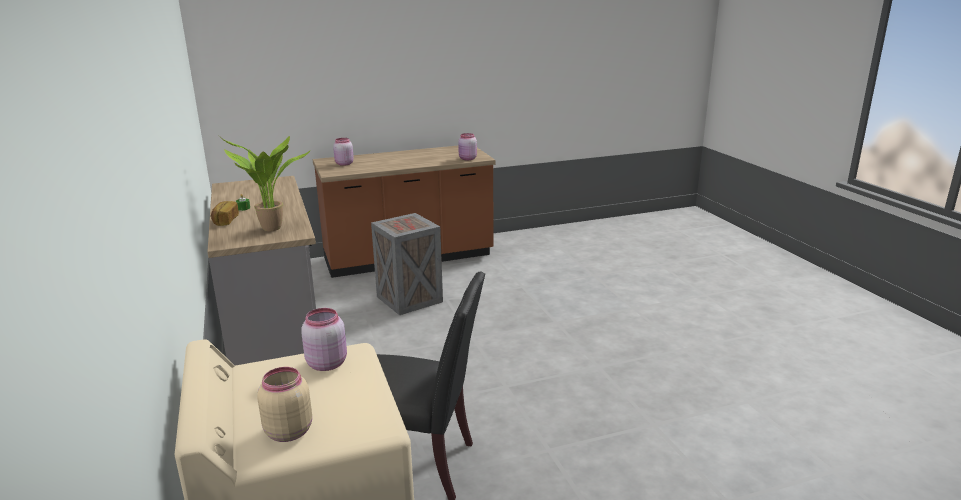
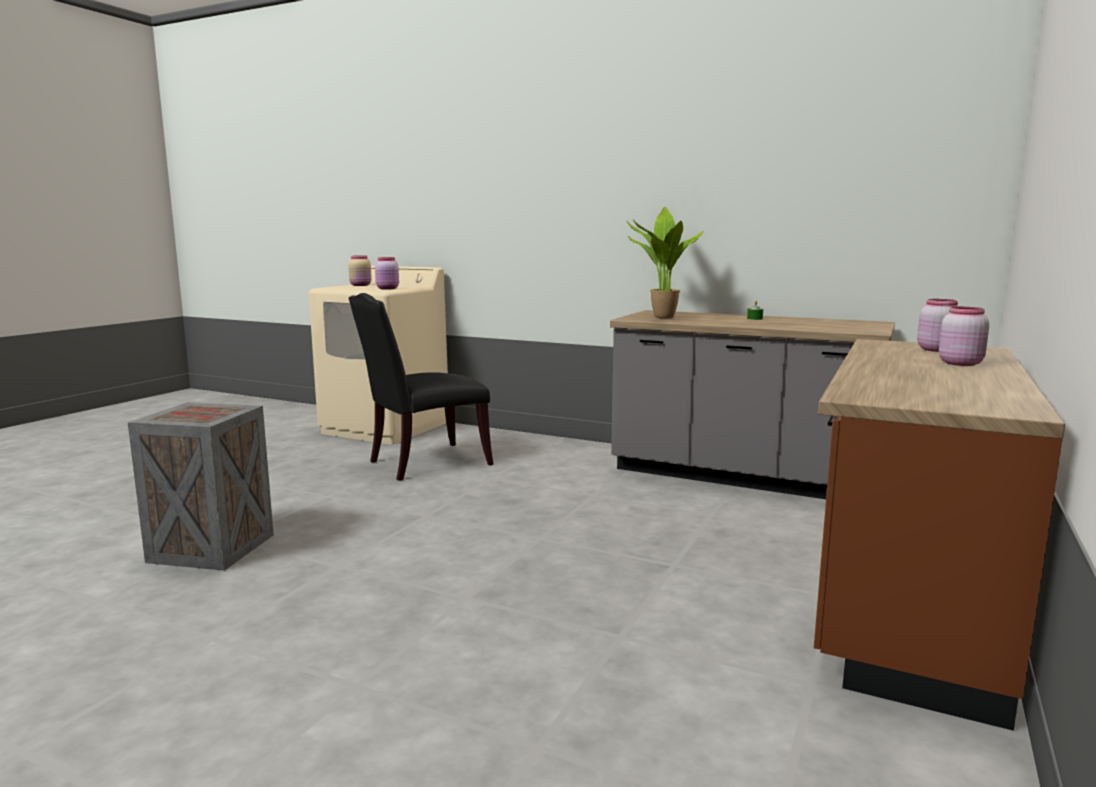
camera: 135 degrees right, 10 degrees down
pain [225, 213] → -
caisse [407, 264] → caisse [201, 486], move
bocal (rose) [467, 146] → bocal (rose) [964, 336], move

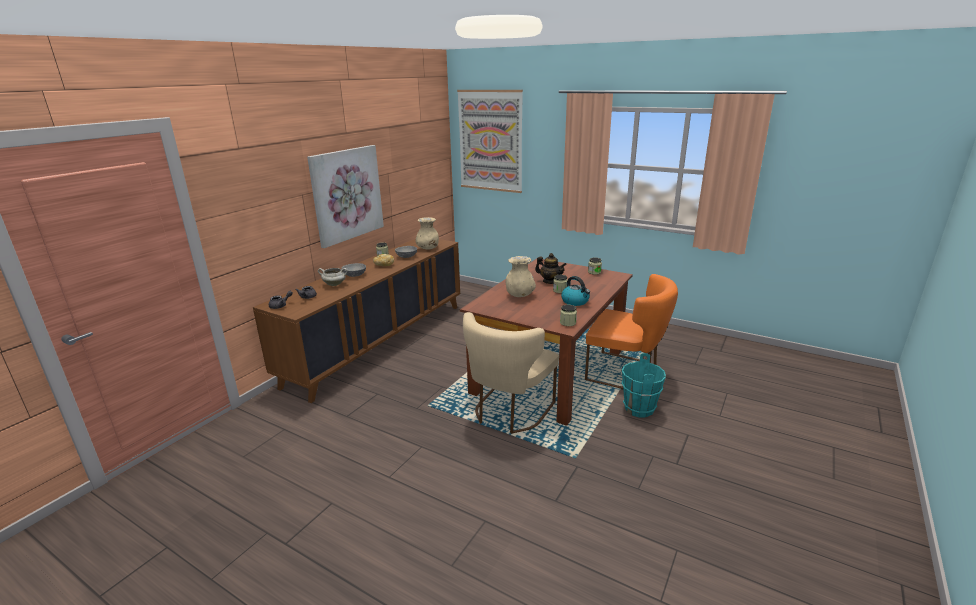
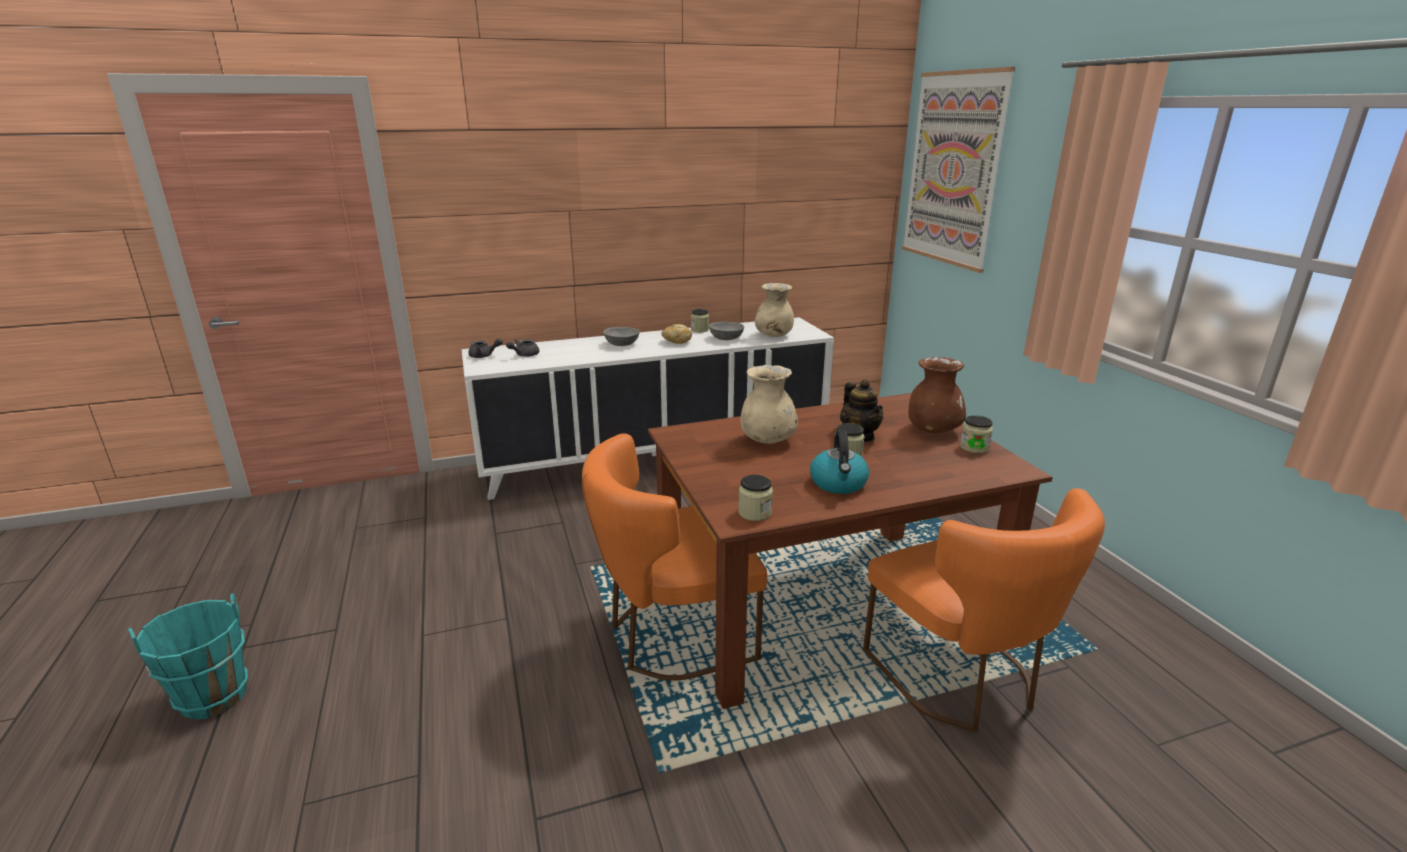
camera: 40 degrees right, 0 degrees up
tableau [345, 196] → -
marmite (blanc) [333, 277] → -
- → vase (marron) [937, 395]
seau (turquoise) [643, 385] → seau (turquoise) [188, 656], move
meuble de rangement (marron) [356, 321] → meuble de rangement (blanc) [647, 408]
chaise (beige) [511, 373] → chaise (orange) [674, 557]

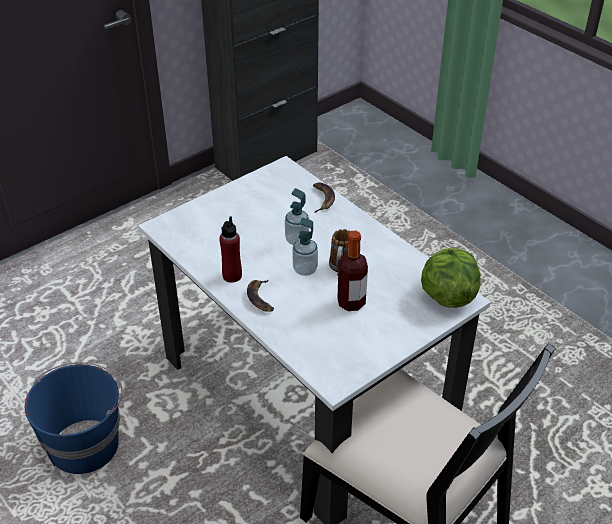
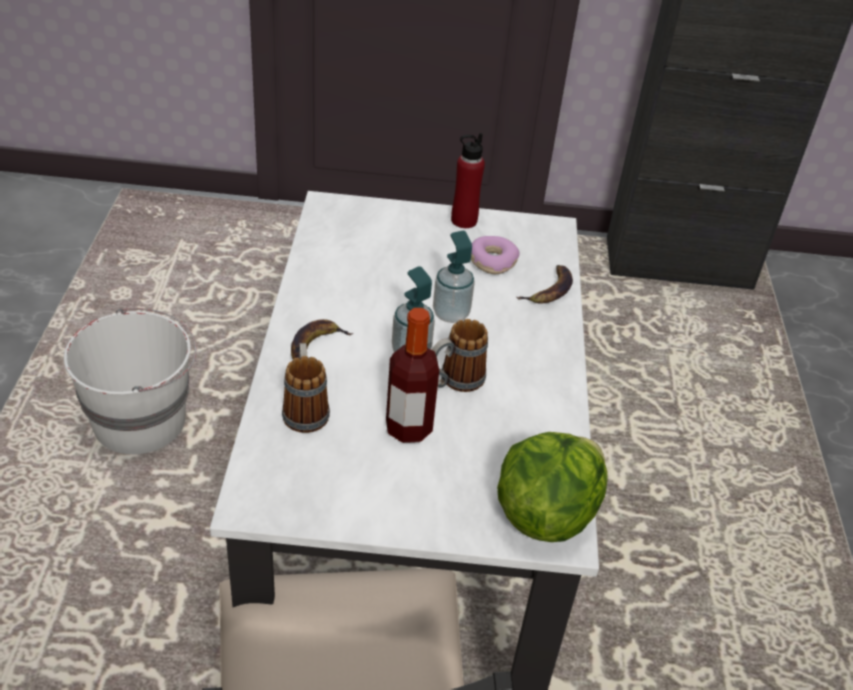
camera: 40 degrees right, 0 degrees up
- → mug [306, 388]
- → beignet [495, 255]
bouteille (rouge) [230, 249] → bouteille (rouge) [468, 180], move
seau (bleu) [74, 418] → seau (blanc) [130, 381]

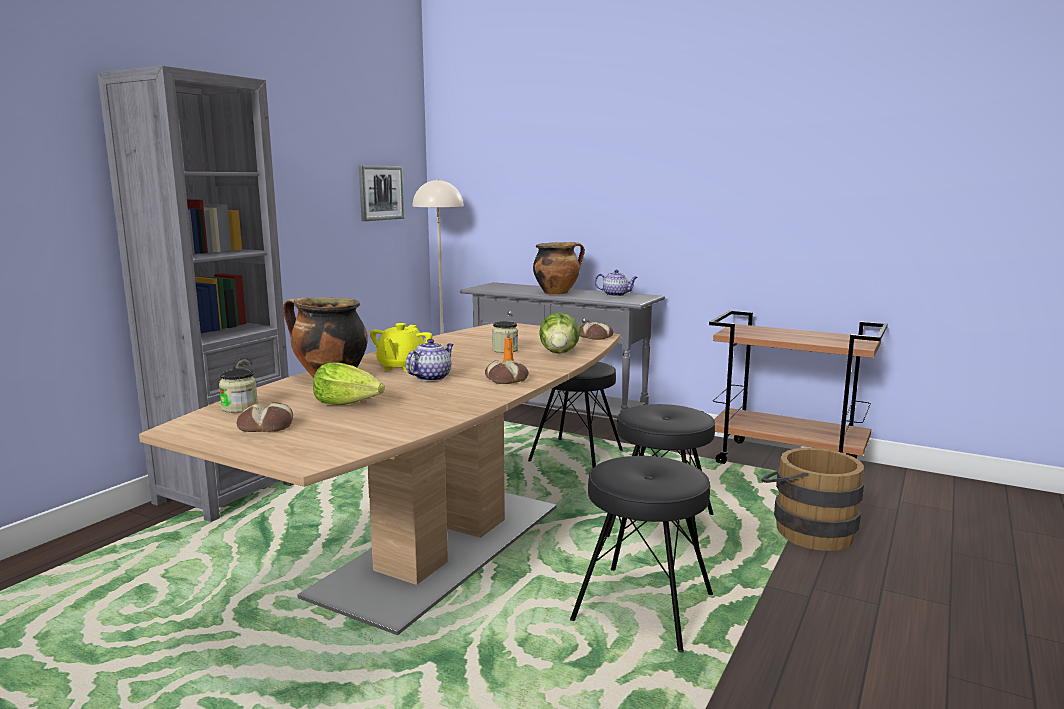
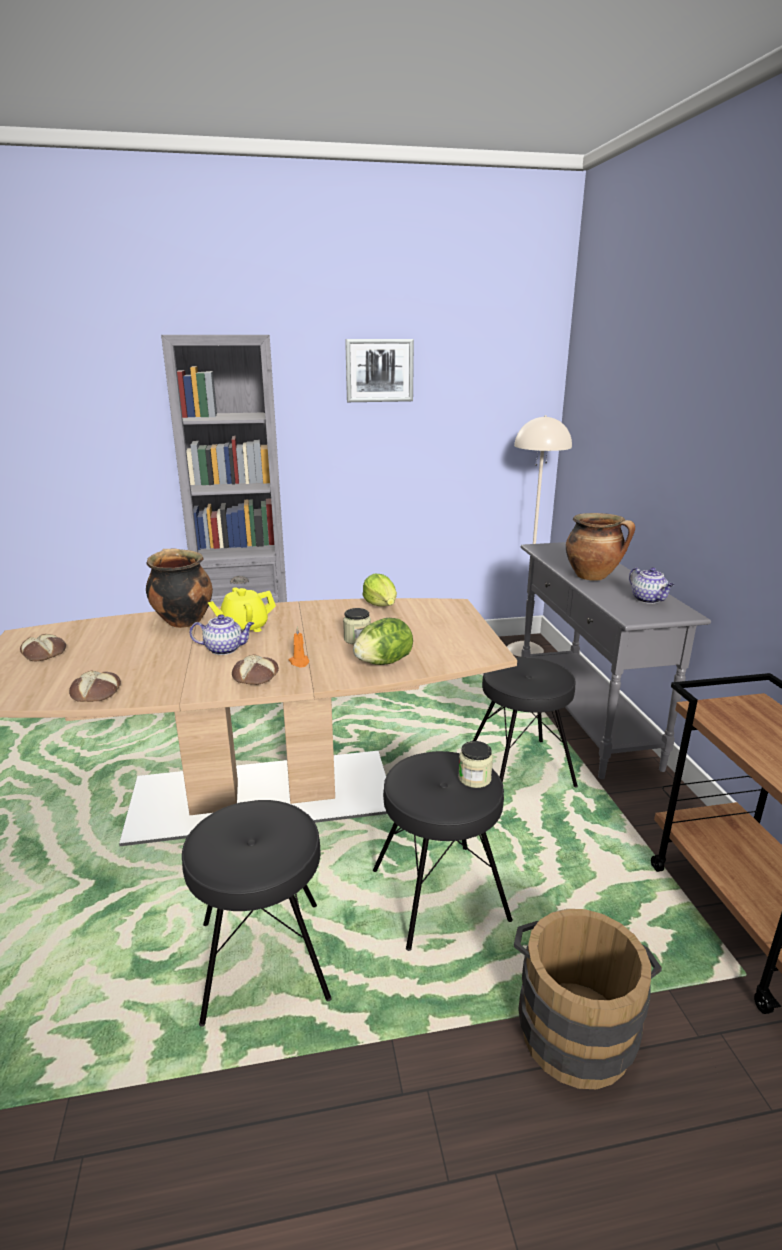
camera: 50 degrees right, 10 degrees up
bocal [238, 391] → bocal [475, 764], move
laitue [349, 383] → laitue [379, 590], move
tableau [382, 193] → tableau [379, 370], move
pain [596, 331] → pain [95, 686], move

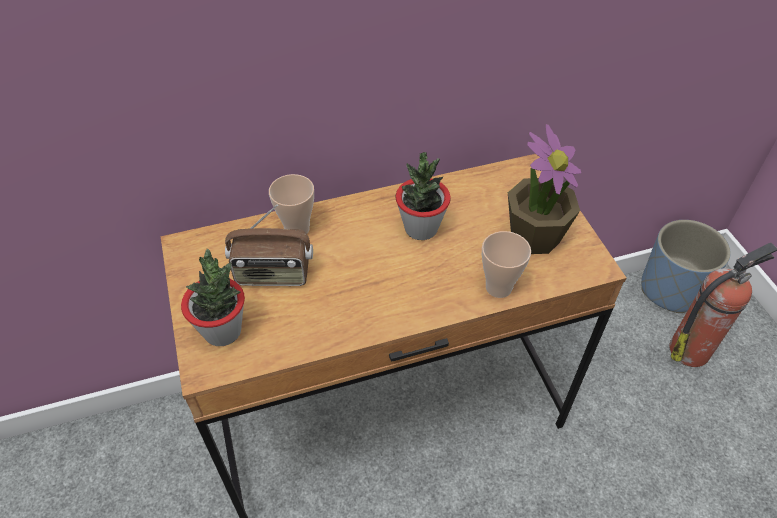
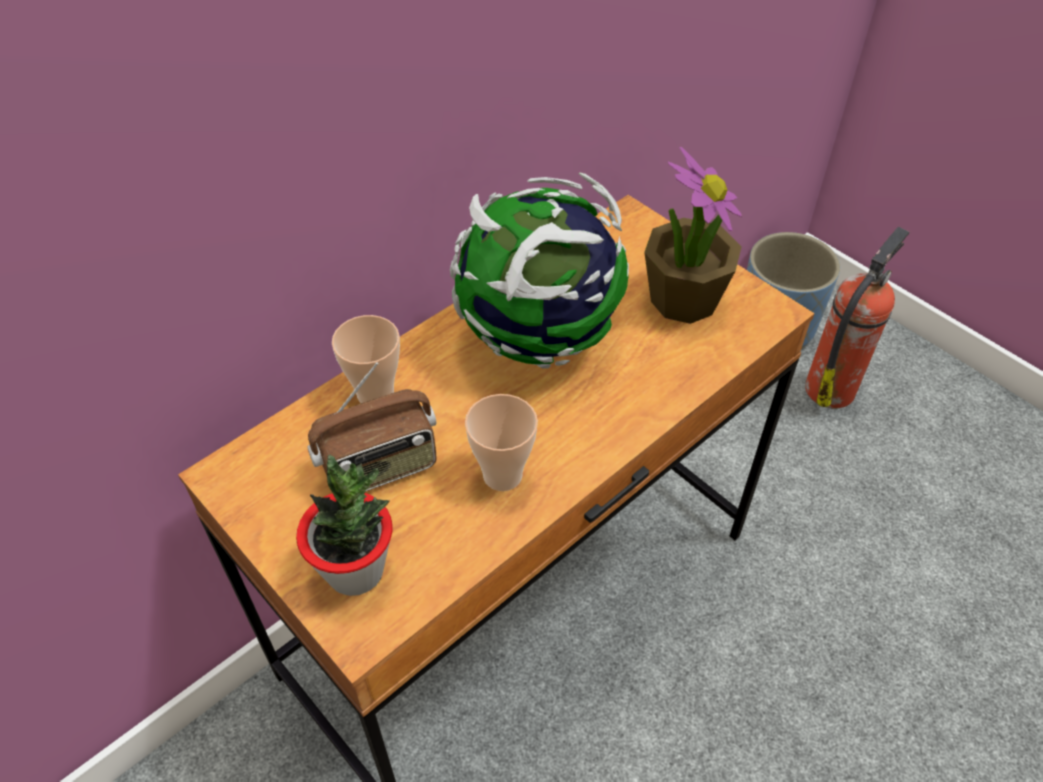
camera: 25 degrees left, 0 degrees up
tasse [506, 264] → tasse [501, 442], move
plante en pot [423, 196] → globe [539, 270]

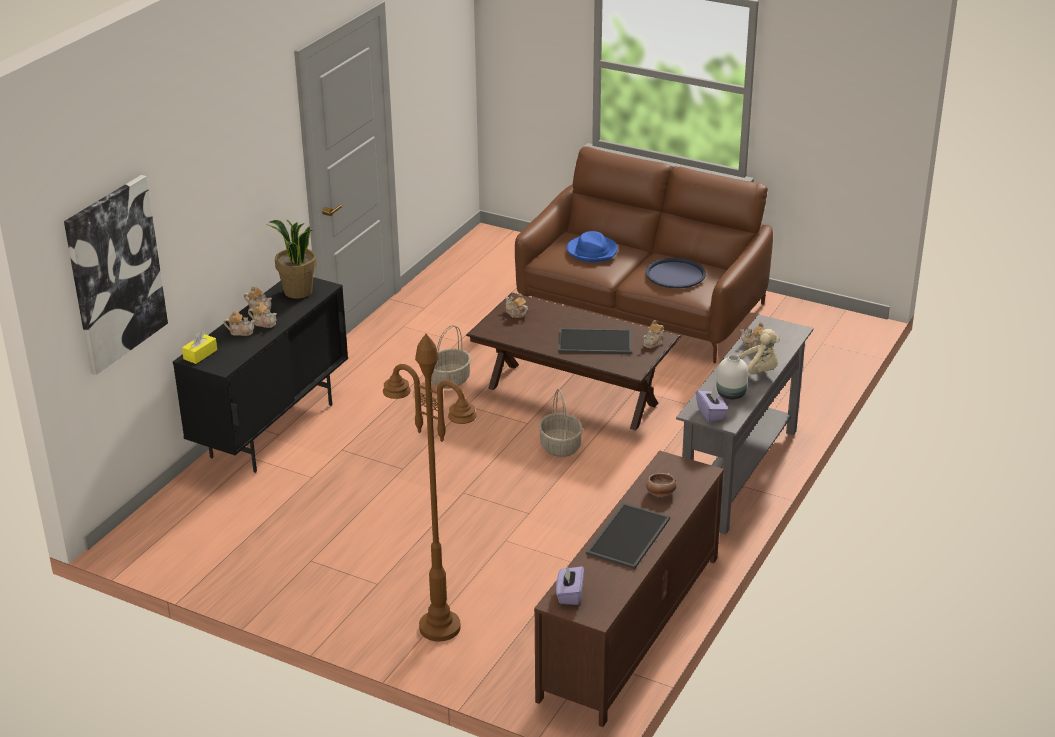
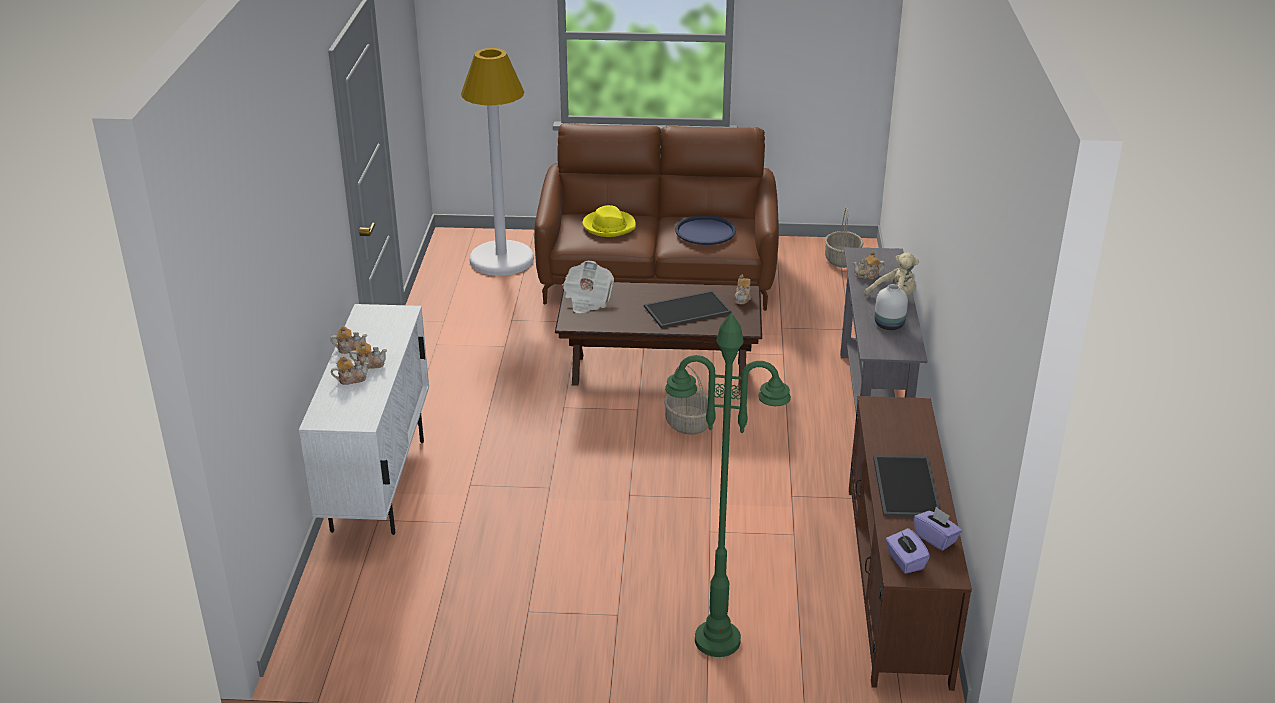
camera: 25 degrees left, 0 degrees up
tableau [116, 275] → -
boîte à mouchoirs (jaune) [199, 347] → -
plante en pot [291, 259] → -
bol [661, 485] → -
- → lampadaire (blanc) [497, 162]
panier [451, 357] → panier [844, 237], move
boîte à mouchoirs (violet) [712, 405] → boîte à mouchoirs (violet) [938, 529], move
théière [516, 305] → journal [588, 287]
meuble de rangement (noir) [260, 375] → meuble de rangement (blanc) [364, 419]
lampadaire (marron) [430, 488] → lampadaire (vert) [728, 485]
chapeau (bleu) [592, 246] → chapeau (jaune) [609, 221]

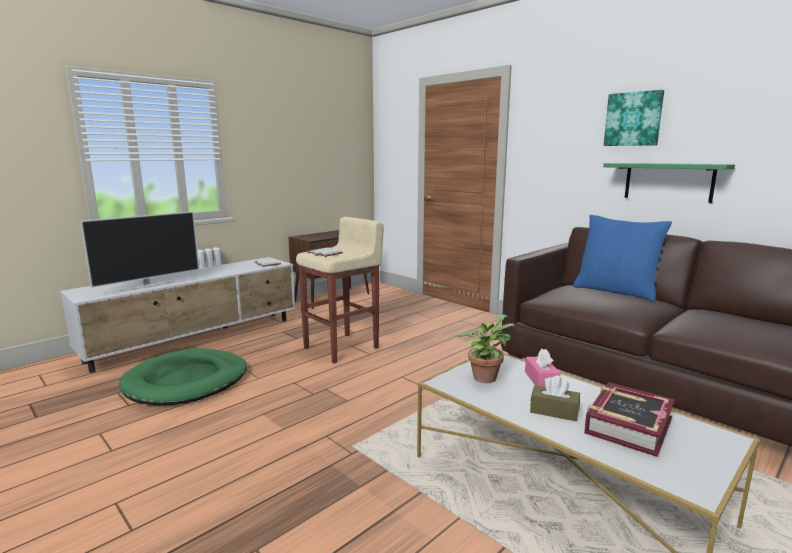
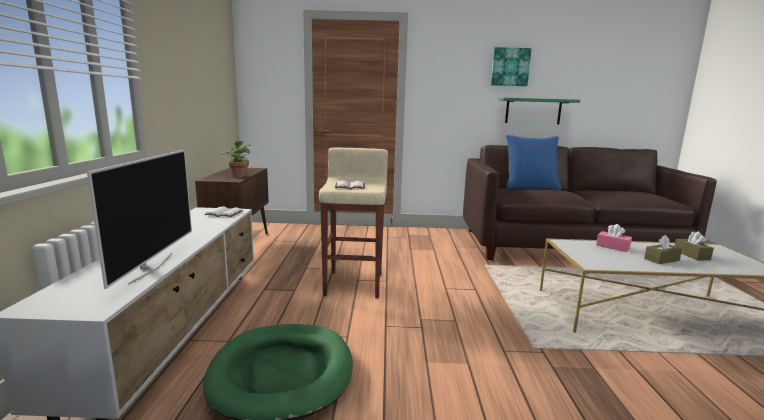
camera: 45 degrees left, 0 degrees up
plante en pot [486, 349] → plante en pot [235, 159], move
livre [629, 419] → boîte à mouchoirs (marron) [694, 246]

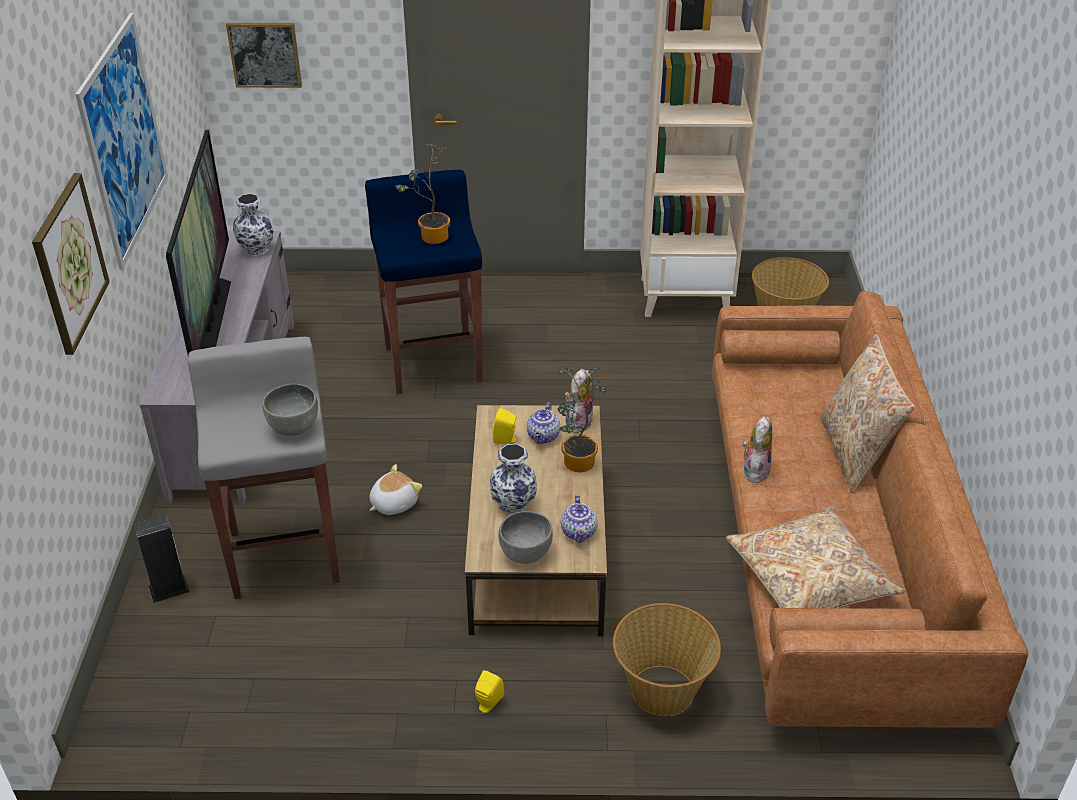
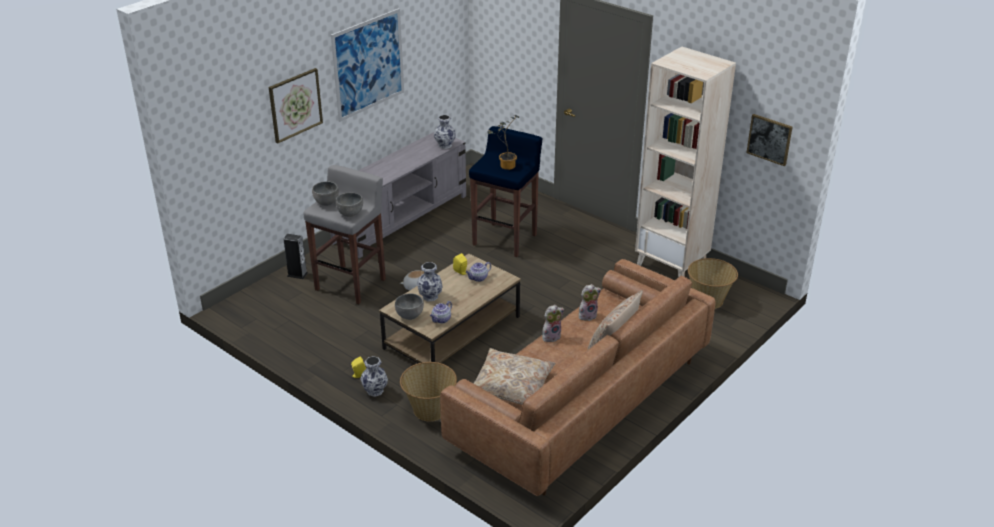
camera: 40 degrees right, 5 degrees down
téléviseur [198, 242] → -
plante en pot [582, 420] → -
- → bol (gris) [325, 193]
- → vase [374, 376]
tableau [264, 55] → tableau [769, 140], move
peluche [579, 401] → peluche [590, 302], move

